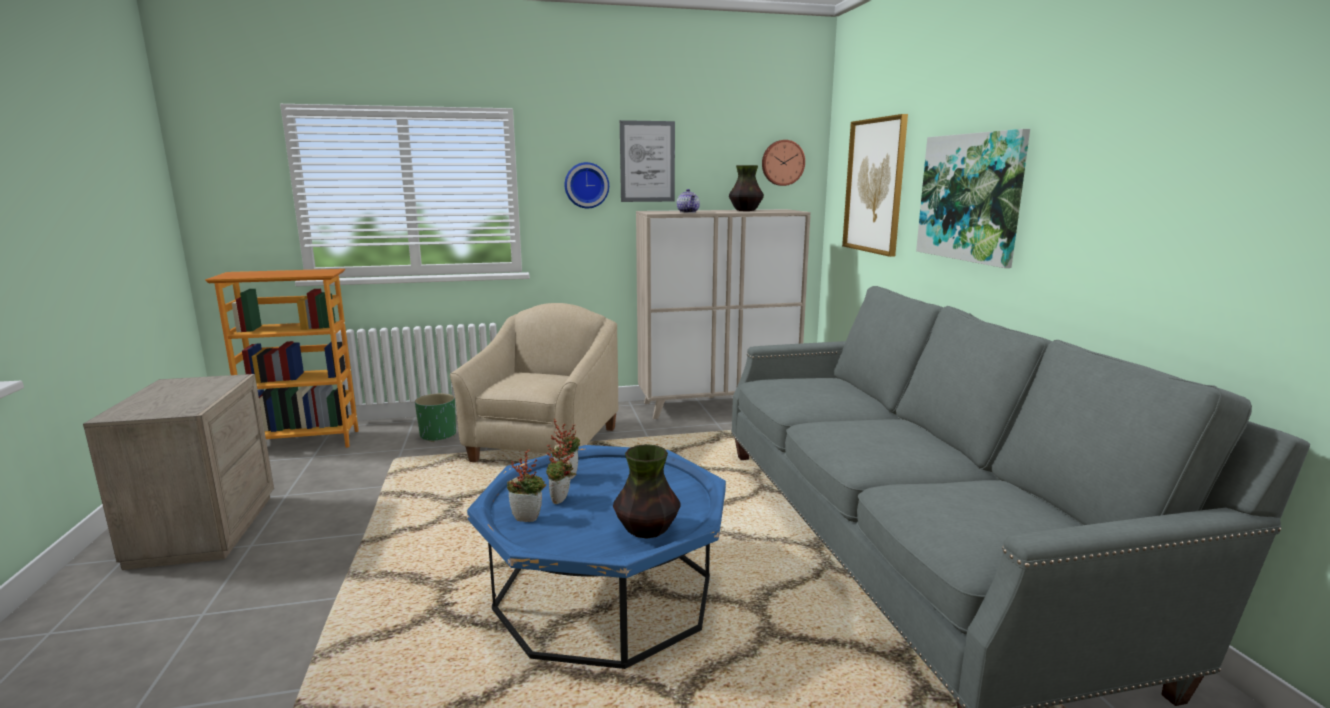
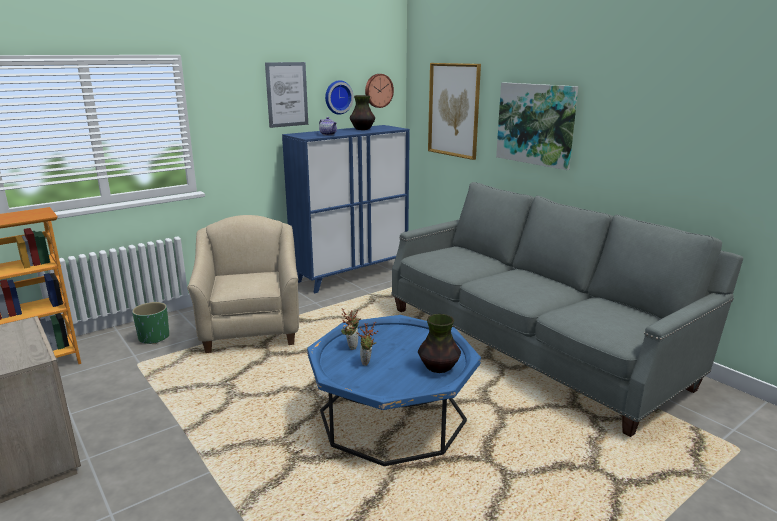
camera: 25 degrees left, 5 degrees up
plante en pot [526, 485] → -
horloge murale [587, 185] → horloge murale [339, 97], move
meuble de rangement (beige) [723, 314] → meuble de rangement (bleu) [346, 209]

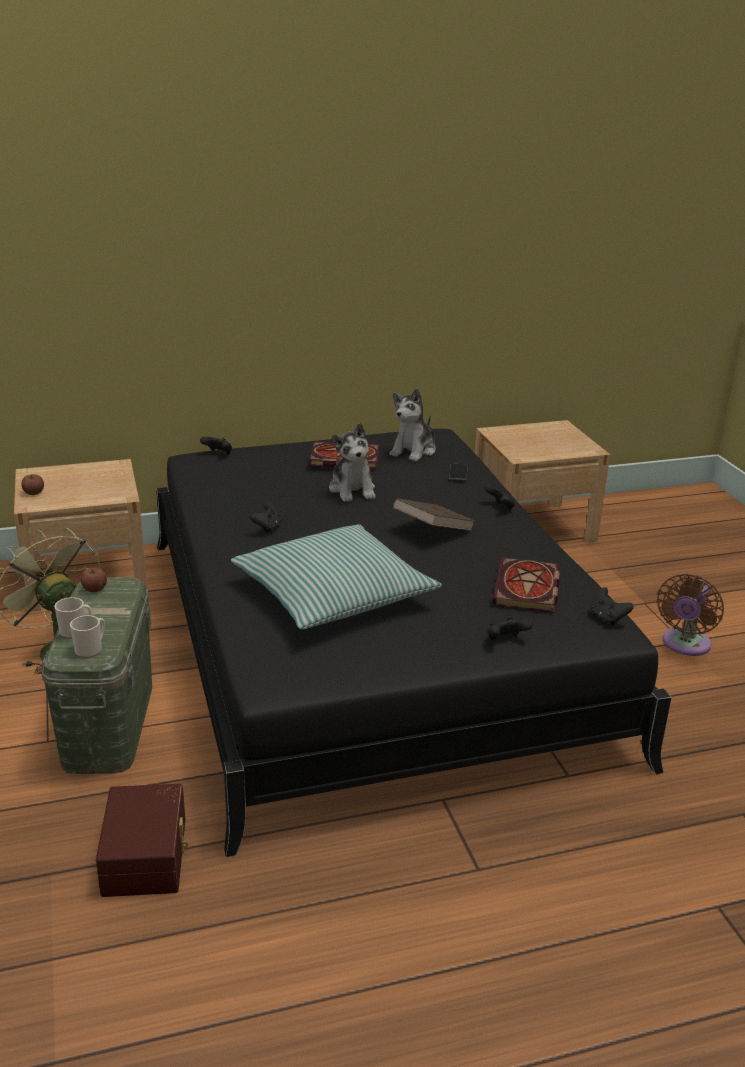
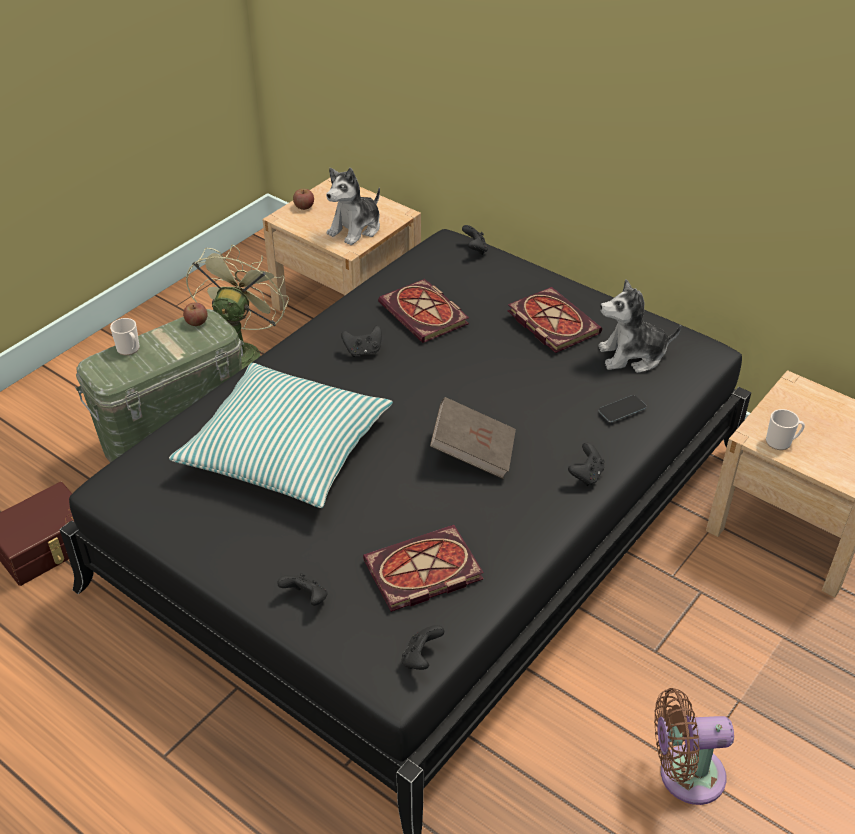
camera: 55 degrees right, 15 degrees up
- → livre [423, 311]
mug [87, 636] → mug [785, 429], move
peluche [352, 462] → peluche [353, 206], move

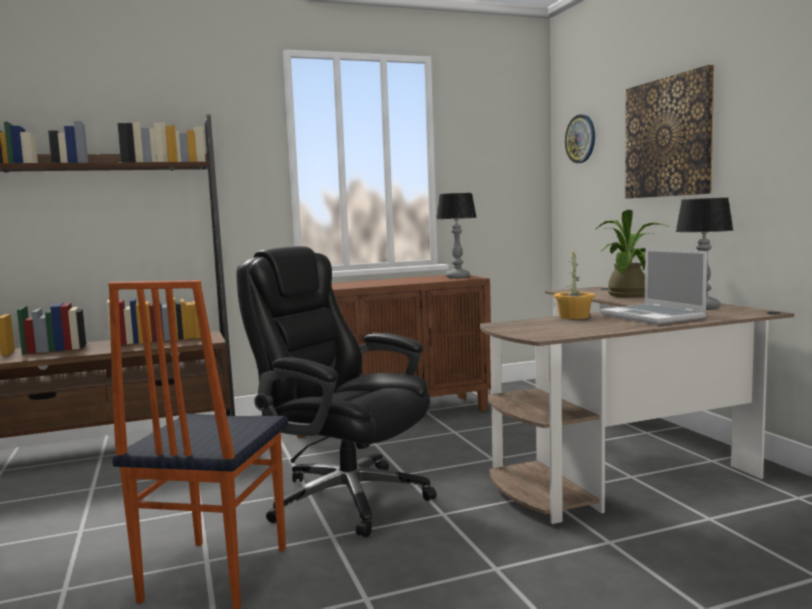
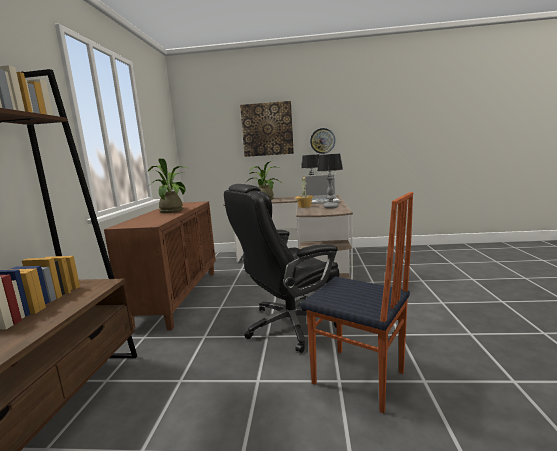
camera: 65 degrees left, 5 degrees up
- → plante en pot [167, 185]
lampe de table [456, 236] → lampe de table [330, 181], move
horloge murale [580, 139] → horloge murale [322, 141], move

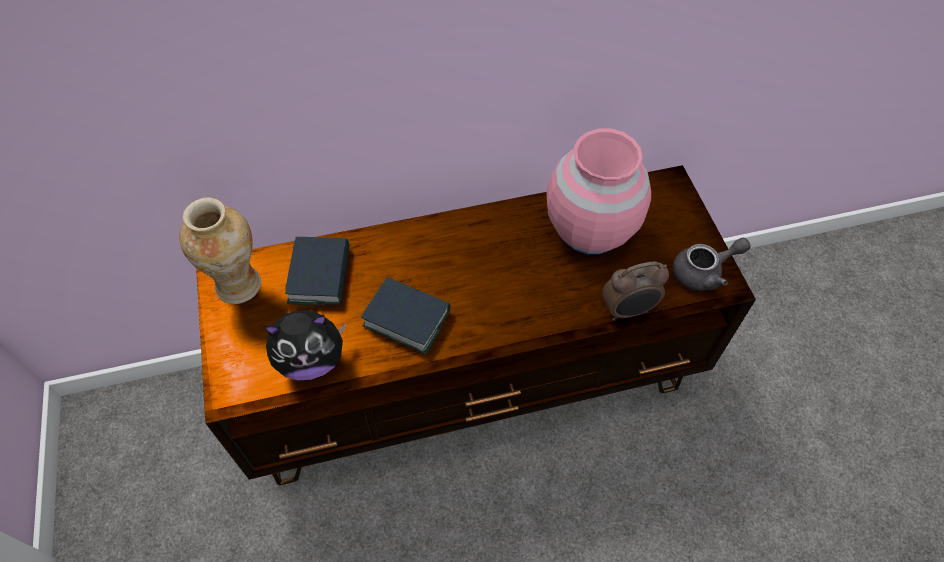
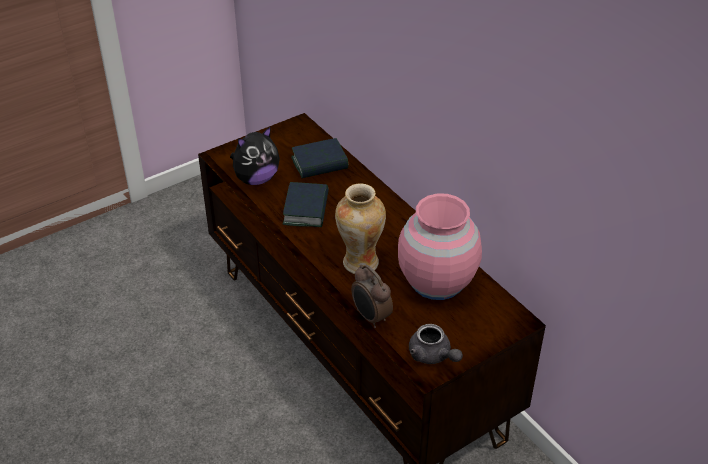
camera: 70 degrees right, 15 degrees down
vase [220, 251] → vase [360, 228], move
peluche [305, 345] → peluche [255, 155], 90 degrees counterclockwise

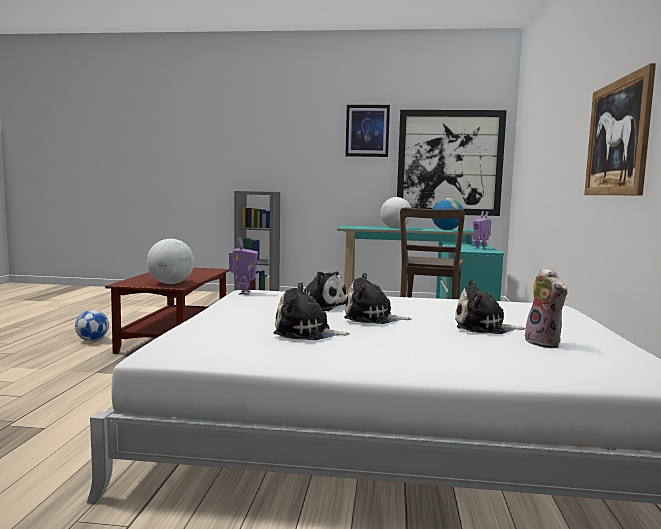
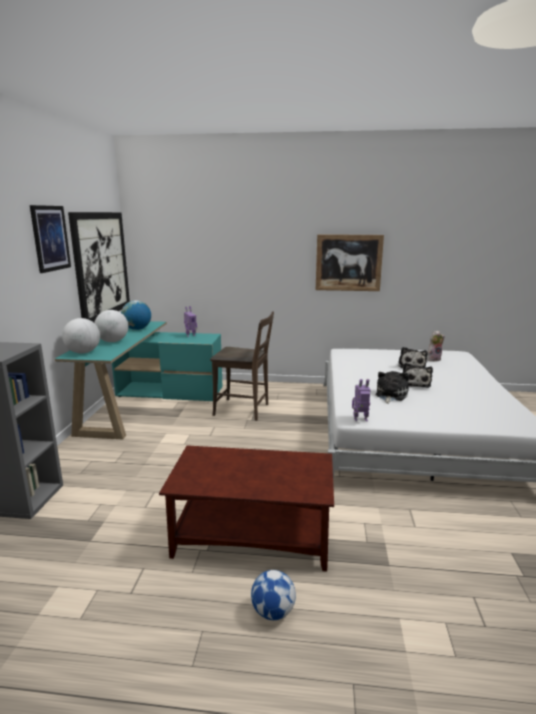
camera: 90 degrees left, 10 degrees up
peluche [311, 311] → -
globe [170, 261] → globe [81, 335], move

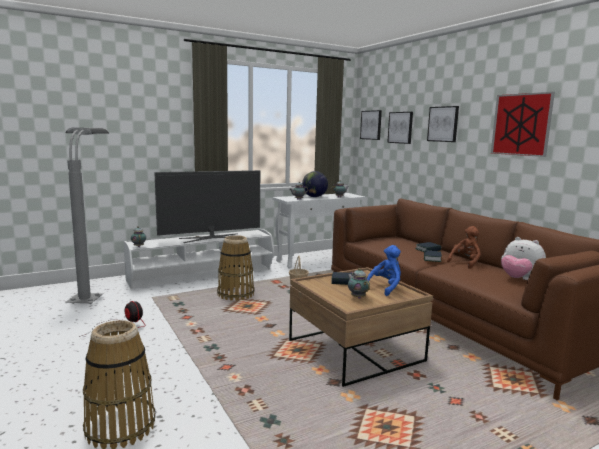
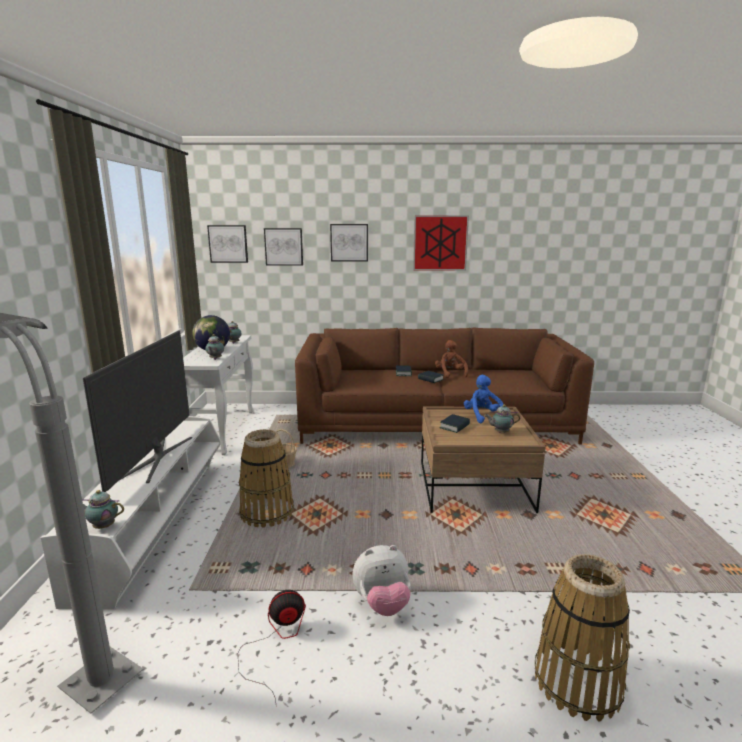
camera: 60 degrees left, 5 degrees up
peluche [523, 258] → peluche [381, 580], move

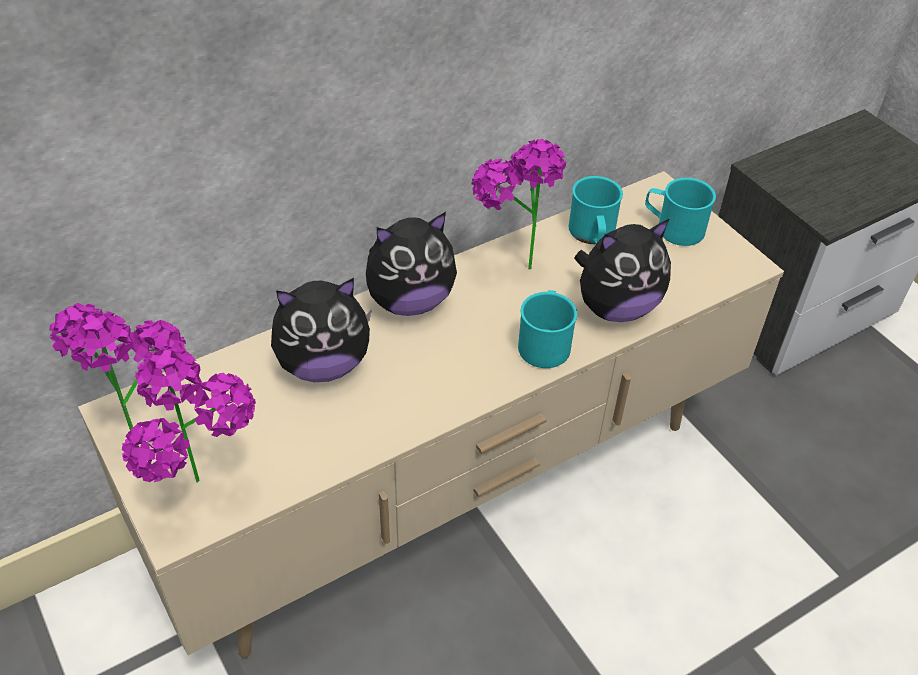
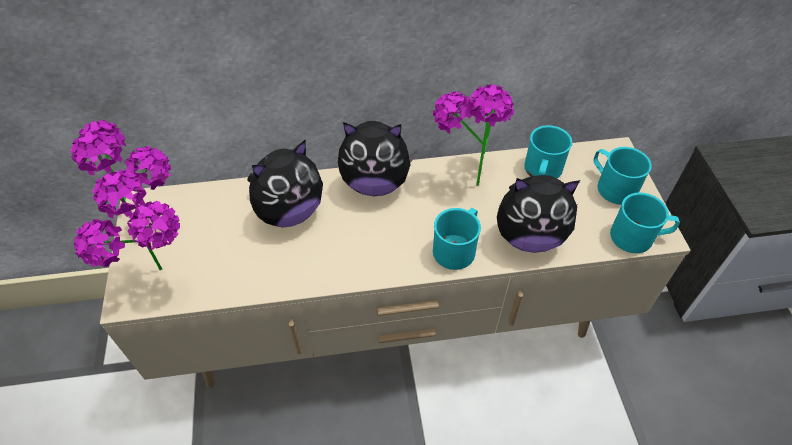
camera: 25 degrees right, 5 degrees up
- → mug (turquoise) [645, 223]
peluche [321, 330] → peluche [285, 183], 45 degrees counterclockwise

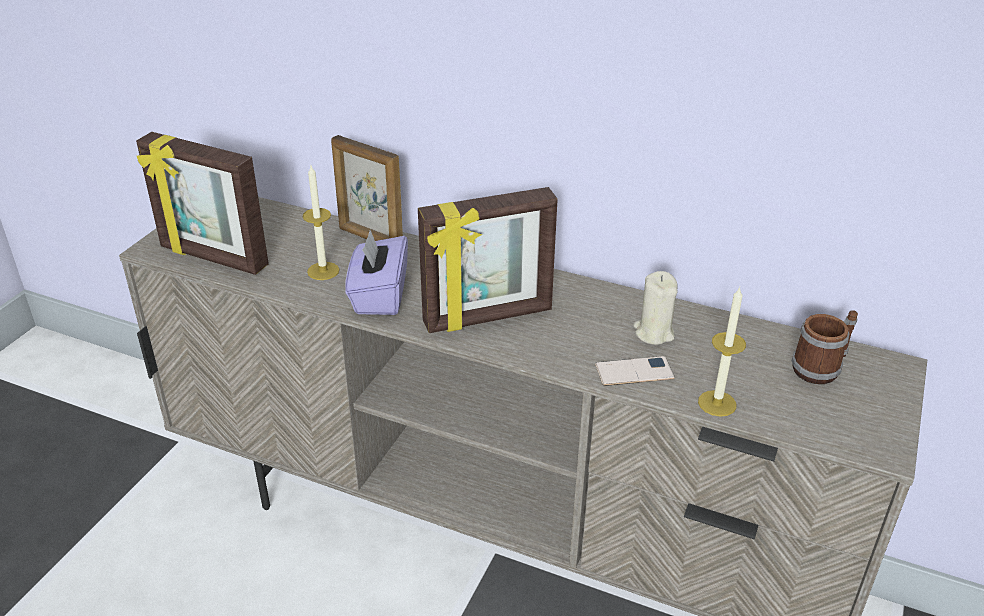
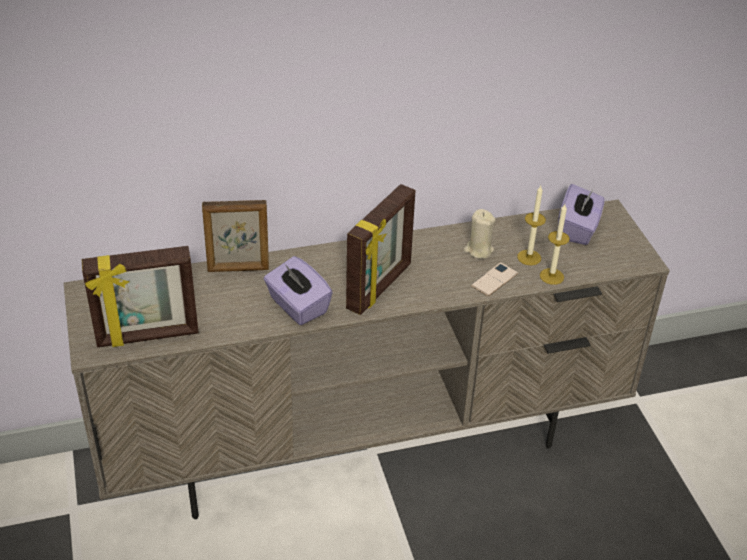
camera: 40 degrees left, 5 degrees up
bougie [321, 223] → bougie [531, 226], move
mug [824, 347] → boîte à mouchoirs (violet) [581, 214]

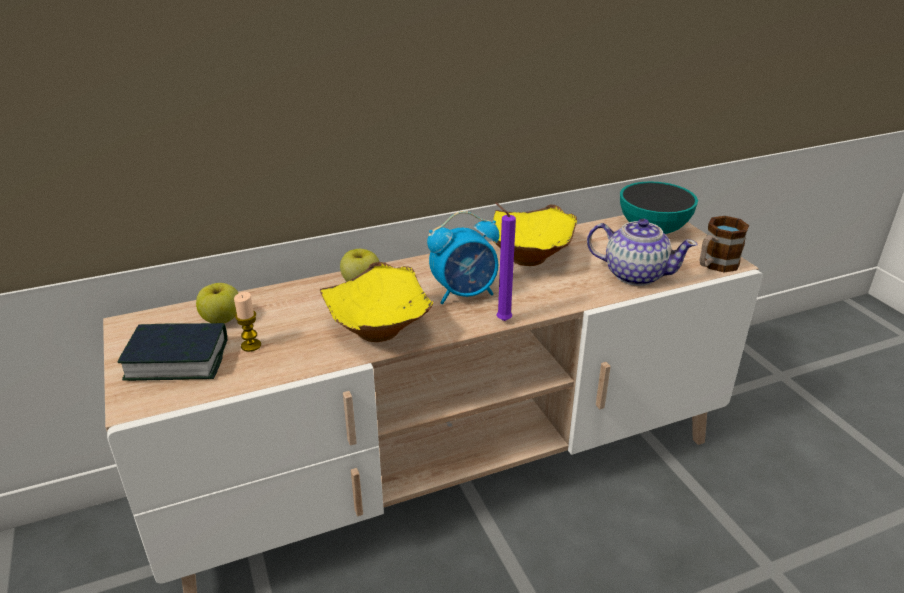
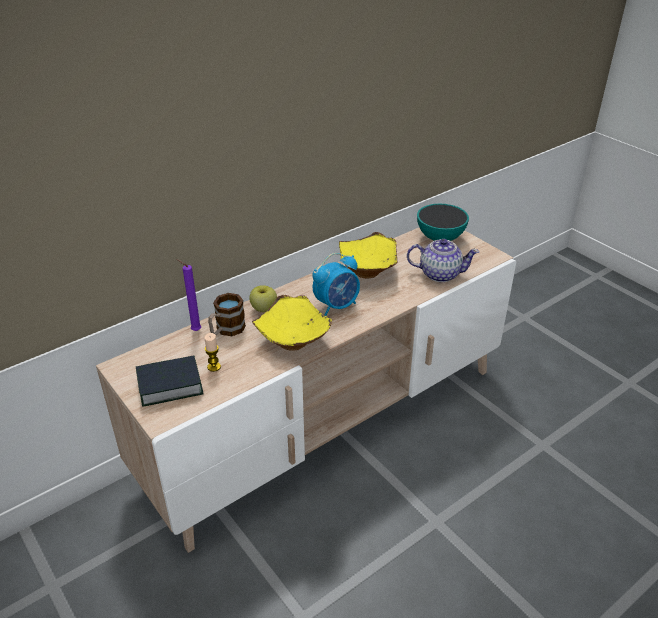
camera: 15 degrees left, 5 degrees up
pomme [217, 303] → -
bougie (violet) [505, 262] → bougie (violet) [189, 295], move
mug [724, 244] → mug [227, 314], move

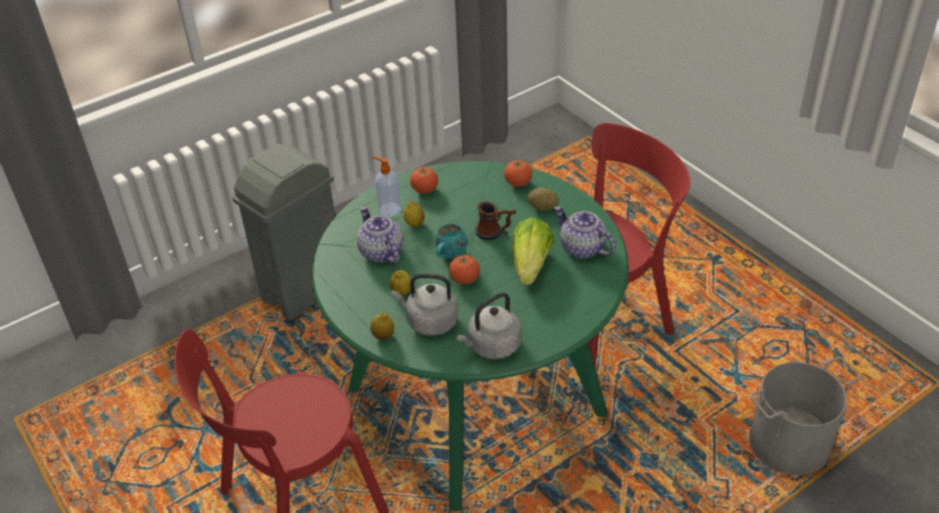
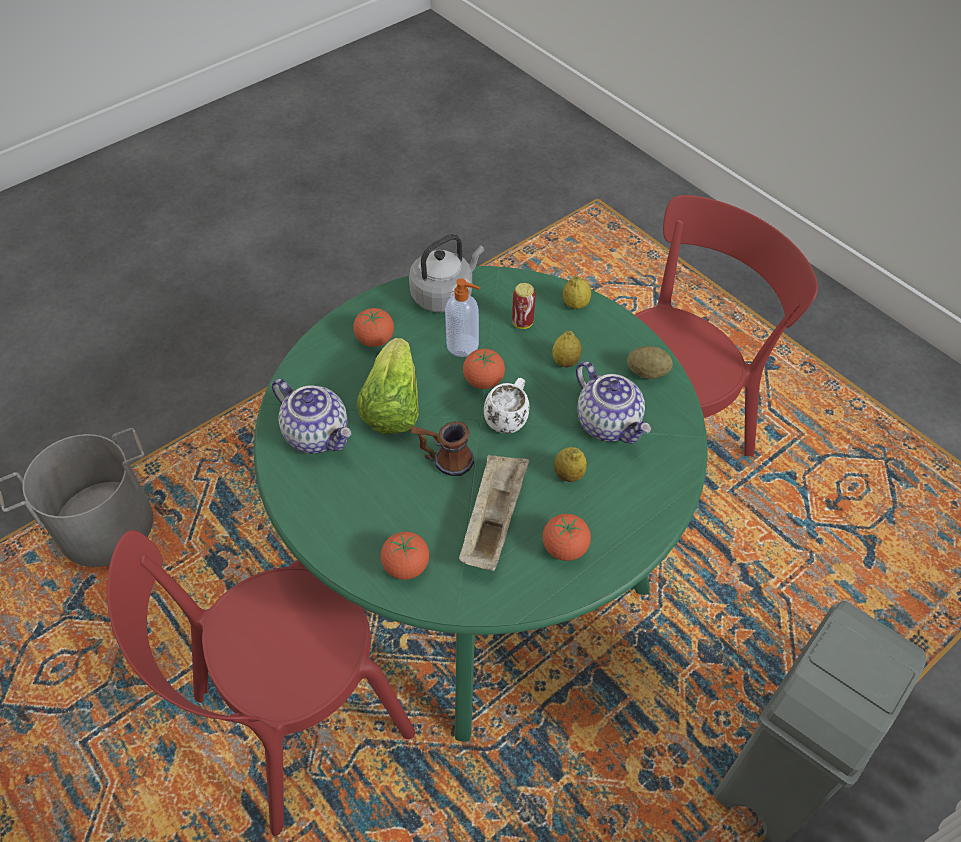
camera: 175 degrees right, 10 degrees up
- → tomate [373, 327]
- → plateau (beige) [494, 513]
distributeur de savon [386, 186] → distributeur de savon [462, 317], move
pomme de terre [543, 199] → pomme de terre [650, 362], move
bouilloire (gris) [425, 304] → boîte métallique [524, 306]
mug (turquoise) [451, 241] → mug (blanc) [506, 406]

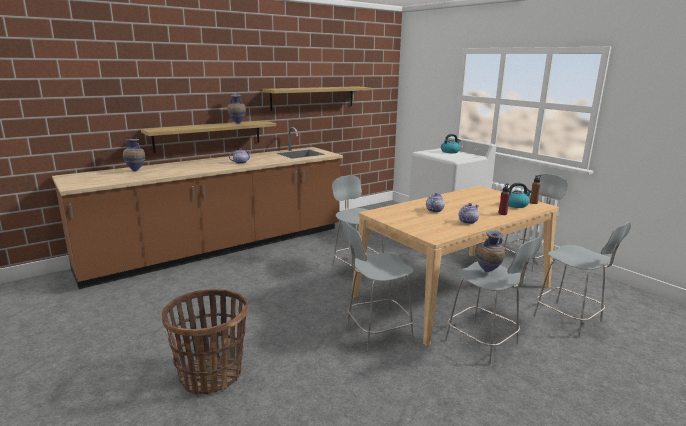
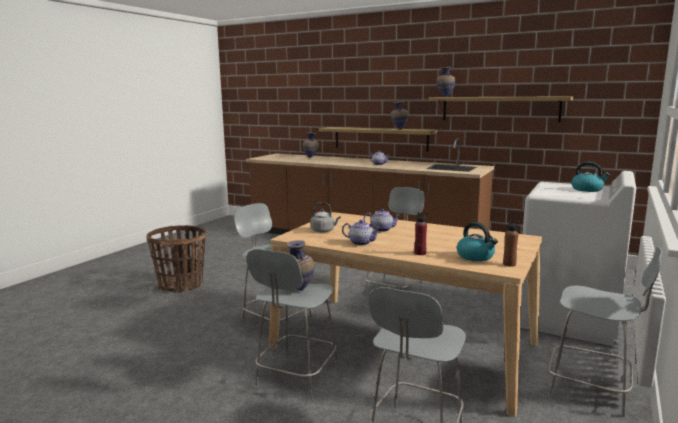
camera: 65 degrees right, 5 degrees down
- → bouilloire (gris) [326, 217]
- → vase [445, 82]

